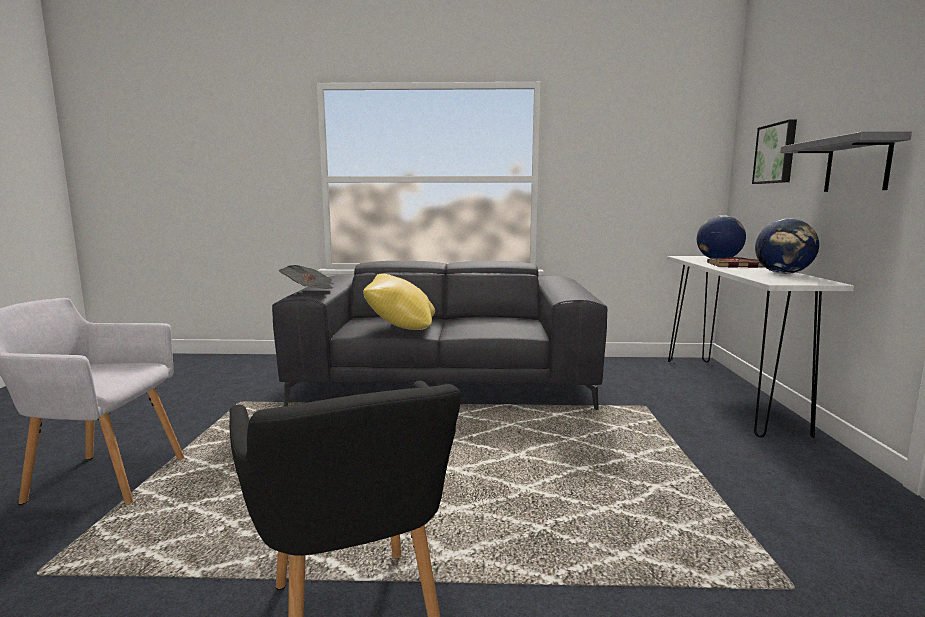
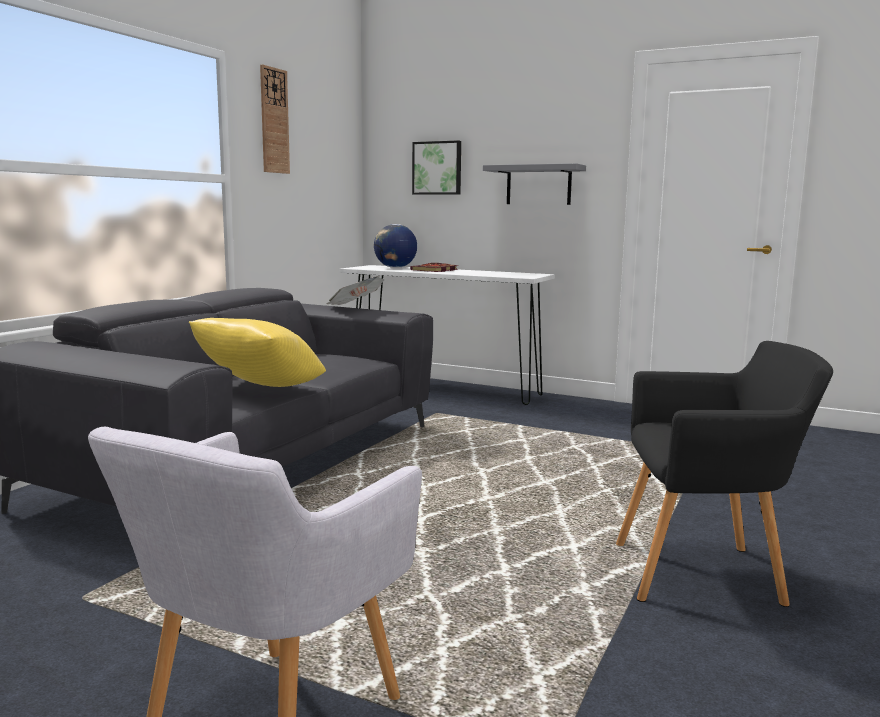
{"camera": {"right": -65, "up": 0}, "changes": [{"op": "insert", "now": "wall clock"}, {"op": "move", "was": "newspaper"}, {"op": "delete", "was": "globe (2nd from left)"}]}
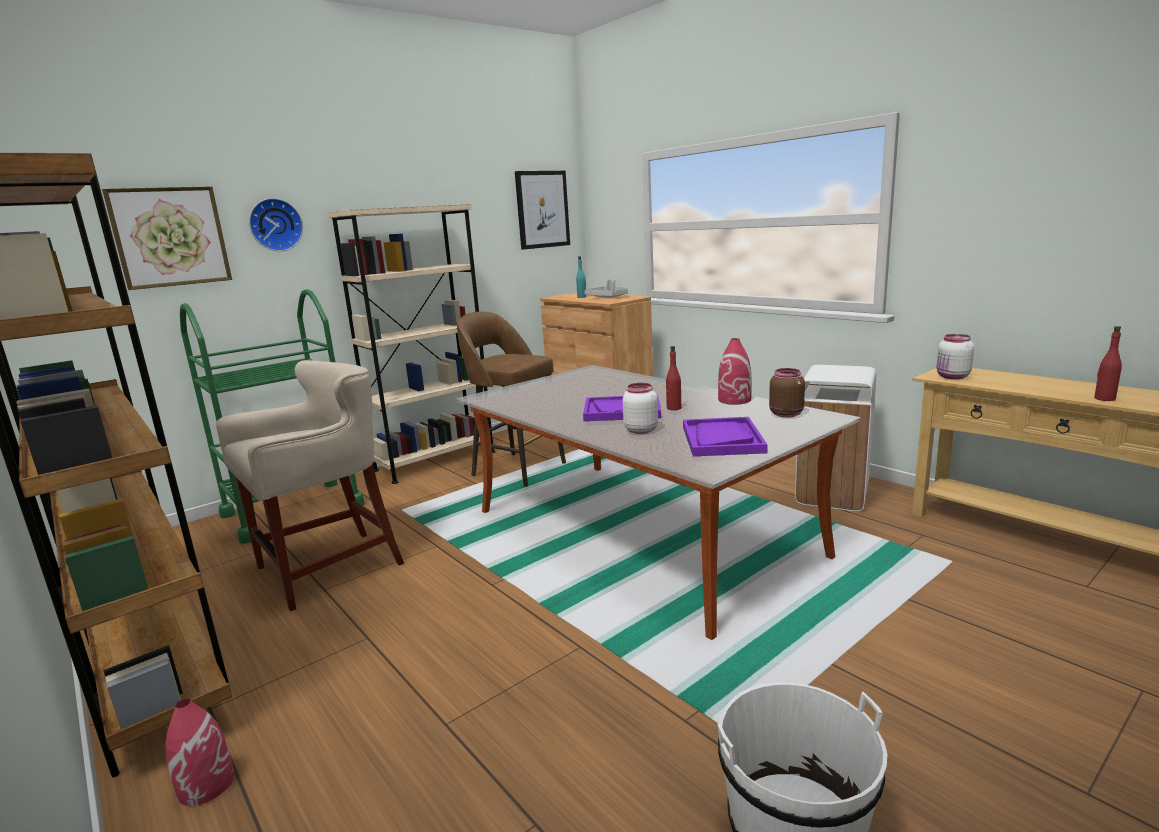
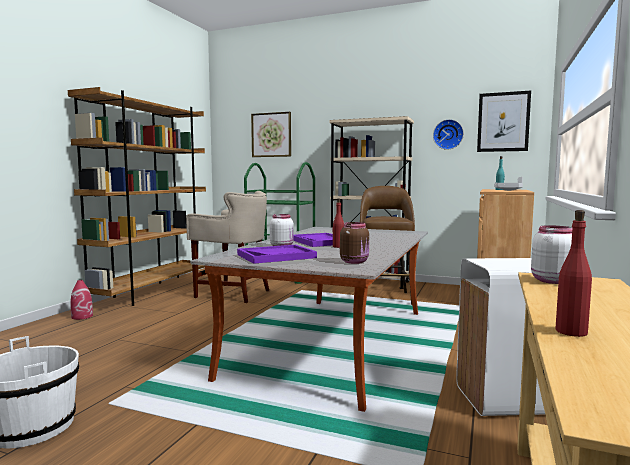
{"camera": {"right": 60, "up": -10}, "changes": [{"op": "move", "was": "wall clock"}, {"op": "delete", "was": "vase/red (2nd from left)"}]}
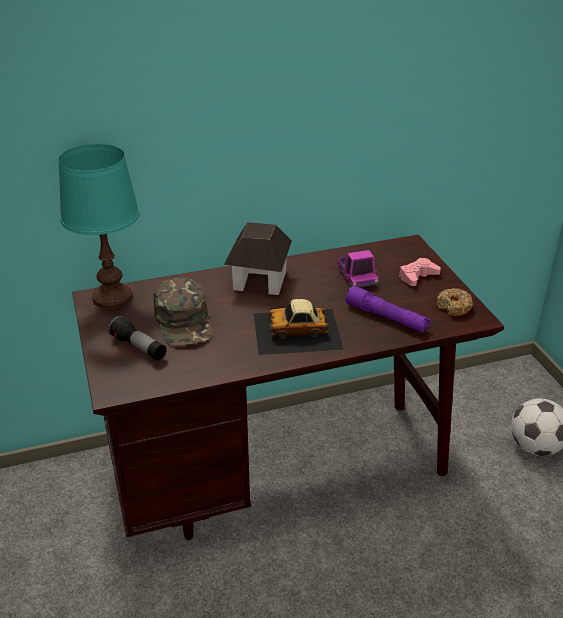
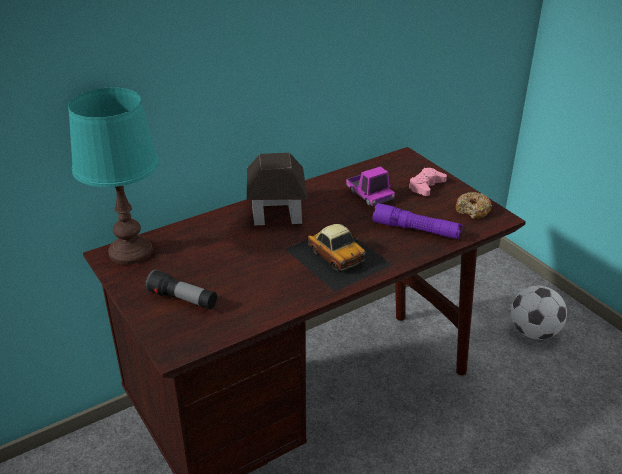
{"camera": {"right": -15, "up": 0}, "changes": [{"op": "rotate", "was": "toy car", "clockwise": -105}, {"op": "delete", "was": "cap/green"}]}
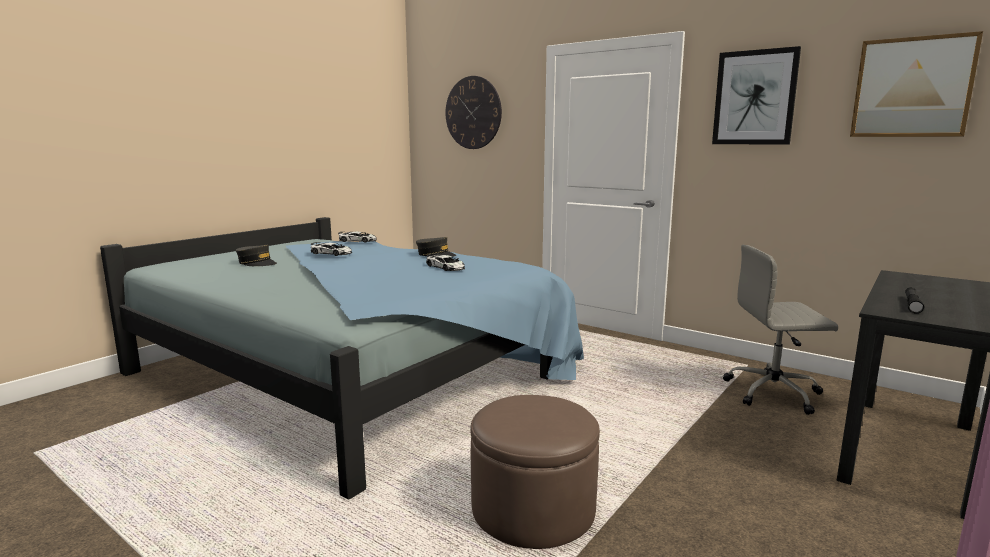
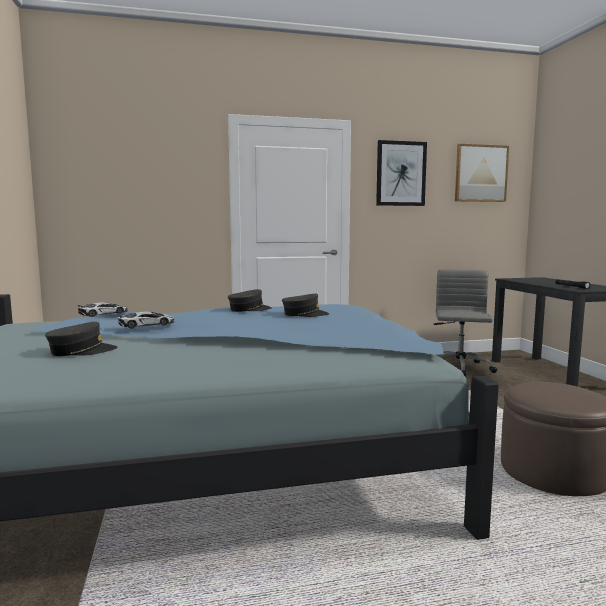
{"camera": {"right": -50, "up": -5}, "changes": [{"op": "replace", "was": "toy car (3rd from left)", "now": "cap/grey (3rd from left)"}, {"op": "rotate", "was": "office chair/grey", "clockwise": 150}, {"op": "delete", "was": "wall clock"}]}
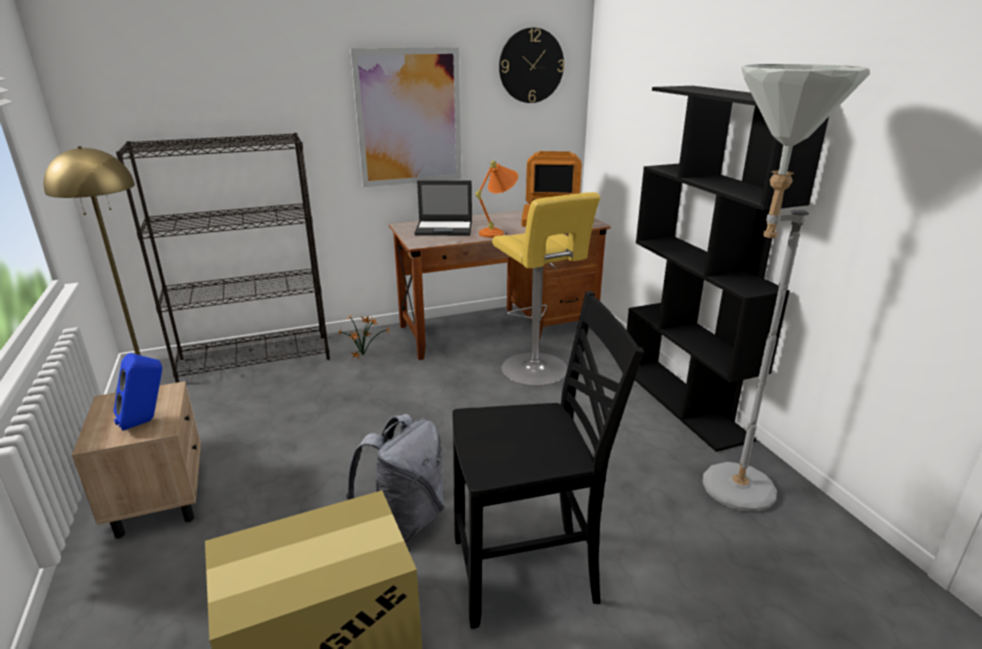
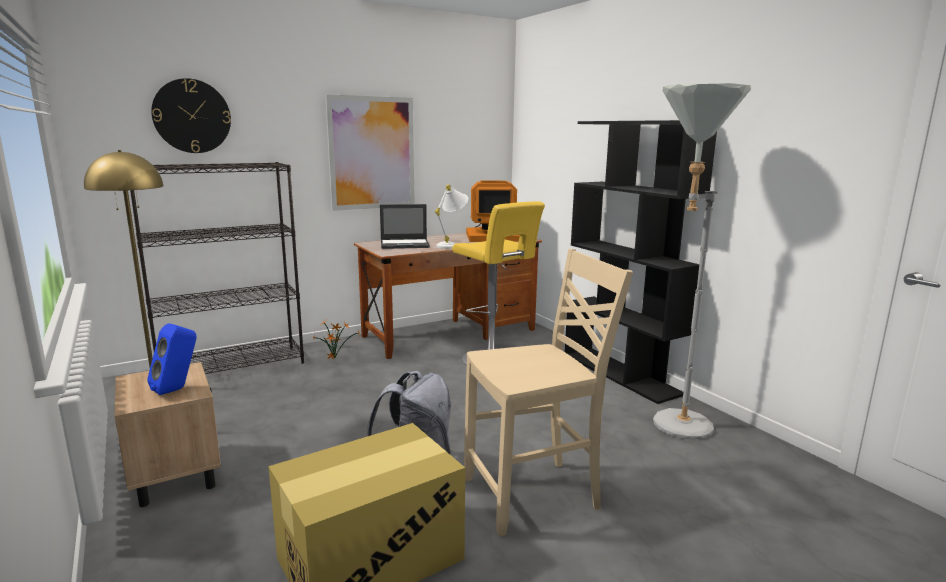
{"camera": {"right": -10, "up": -10}, "changes": [{"op": "move", "was": "wall clock"}, {"op": "recolor", "was": "table lamp/orange", "now": "table lamp/white"}, {"op": "recolor", "was": "chair/black", "now": "chair/beige"}]}
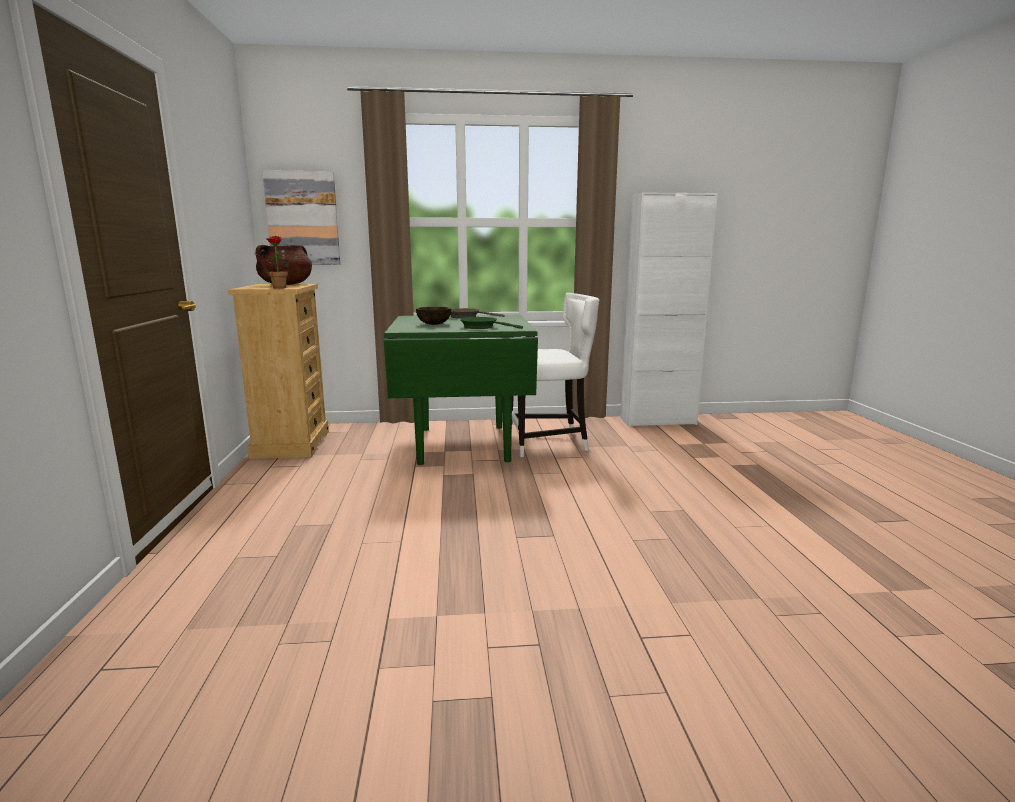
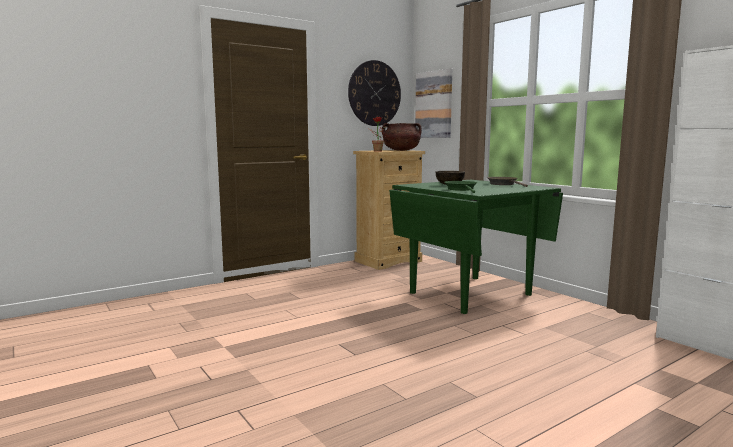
{"camera": {"right": 60, "up": -5}, "changes": [{"op": "insert", "now": "wall clock"}, {"op": "delete", "was": "chair/white"}]}
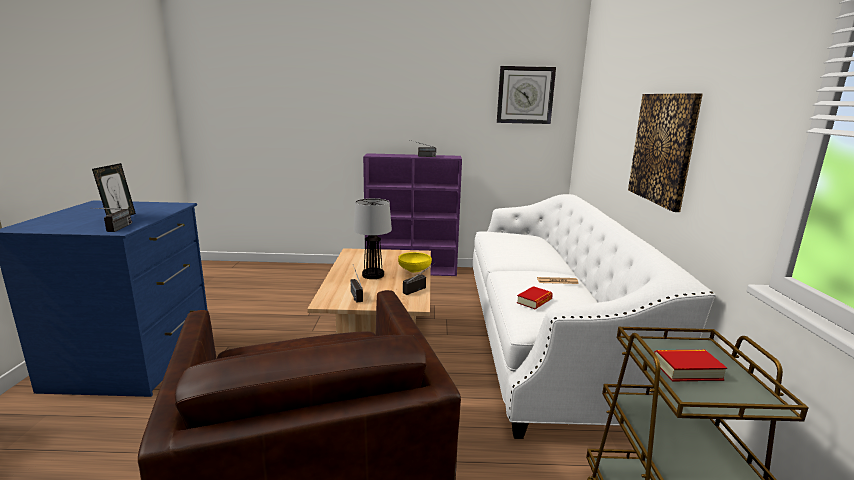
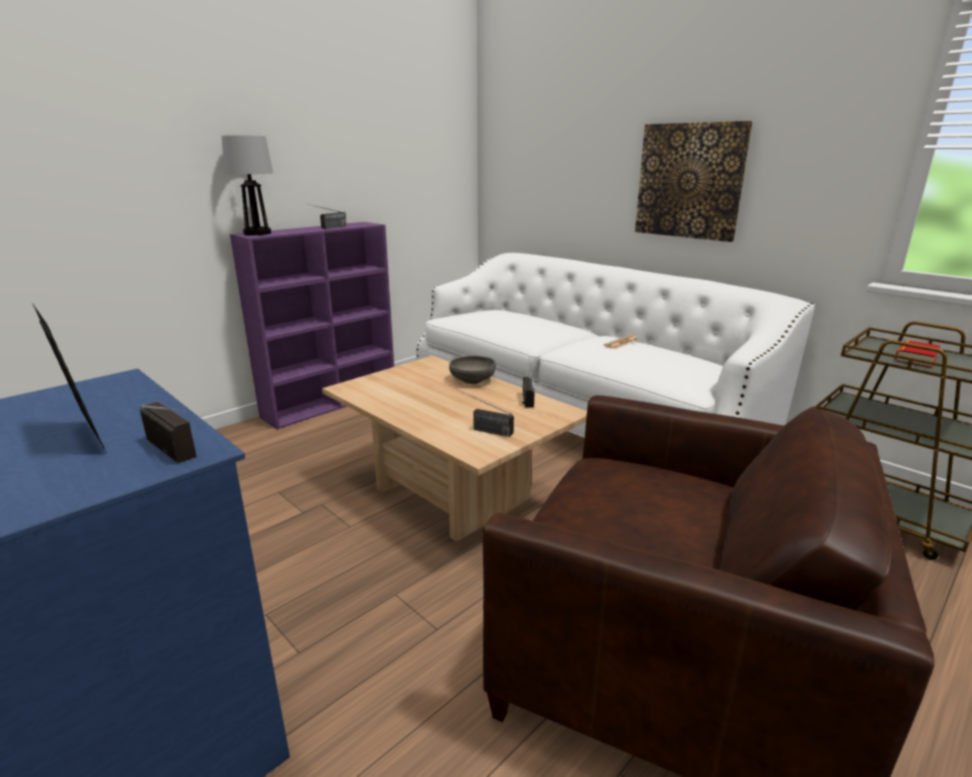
{"camera": {"right": -45, "up": 5}, "changes": [{"op": "move", "was": "table lamp"}, {"op": "recolor", "was": "bowl/yellow", "now": "bowl/grey"}, {"op": "delete", "was": "wall clock"}, {"op": "delete", "was": "book (1st from left)"}]}
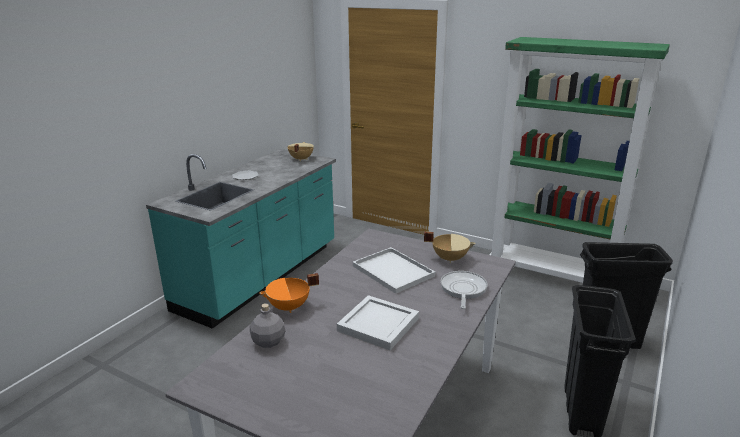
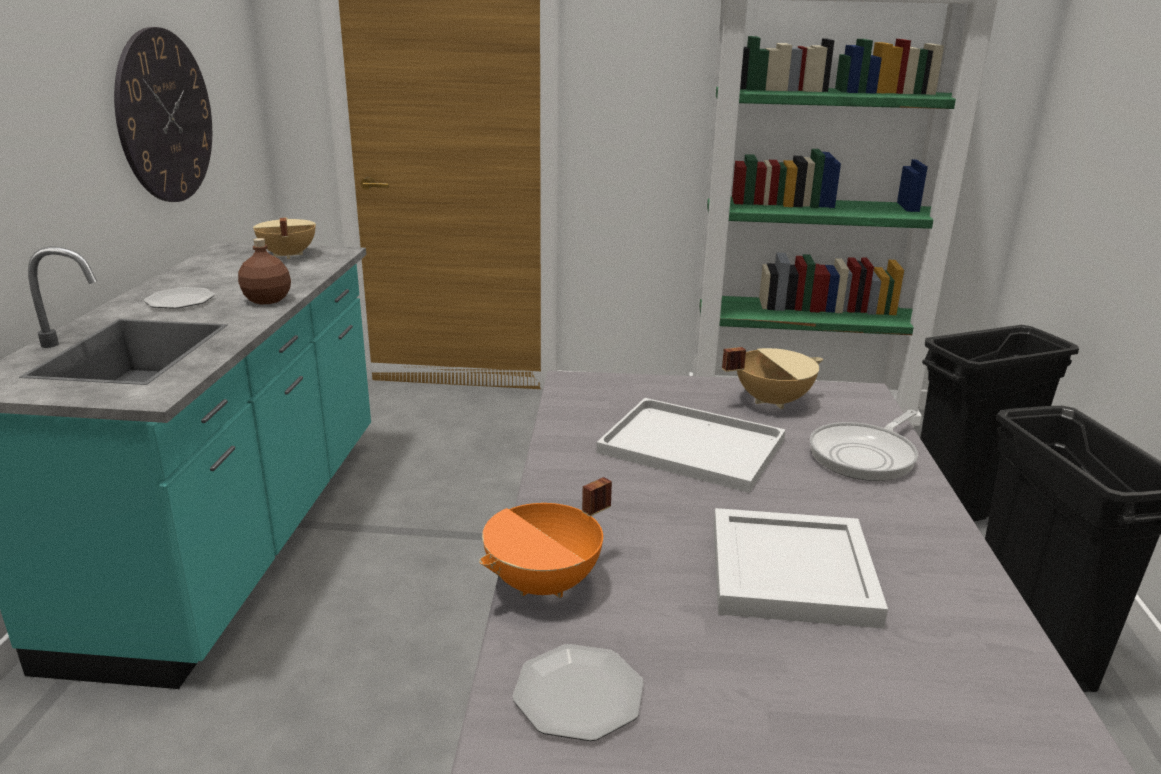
{"camera": {"right": -25, "up": 0}, "changes": [{"op": "insert", "now": "wall clock"}, {"op": "insert", "now": "bottle/brown"}, {"op": "replace", "was": "bottle/grey", "now": "plate (2nd from left)"}, {"op": "rotate", "was": "frying pan", "clockwise": -120}]}
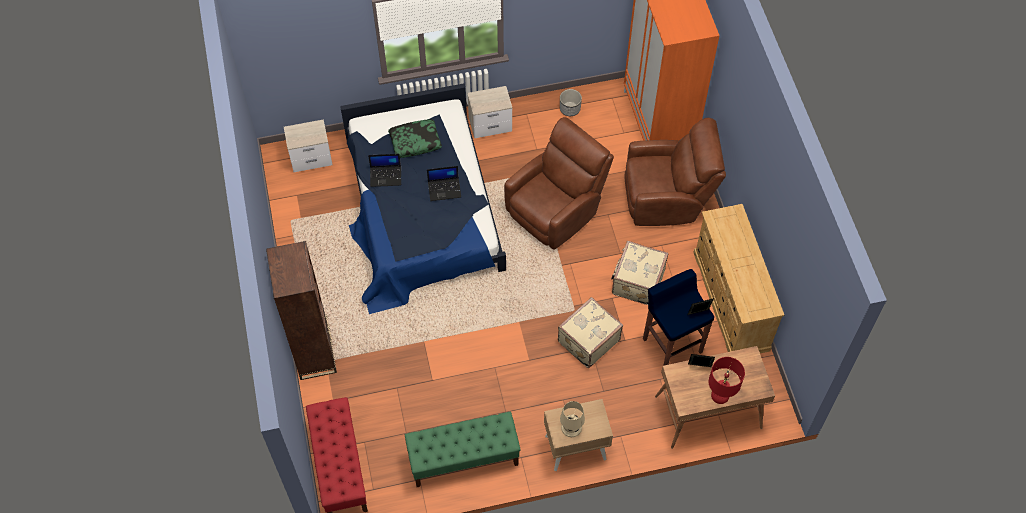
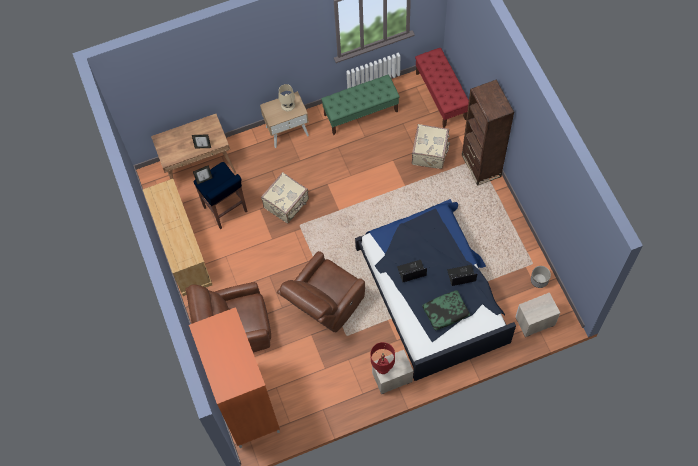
{"camera": {"right": 175, "up": 5}, "changes": [{"op": "move", "was": "table lamp/red"}, {"op": "move", "was": "suitcase/beige (2nd from left)"}, {"op": "move", "was": "planter"}]}
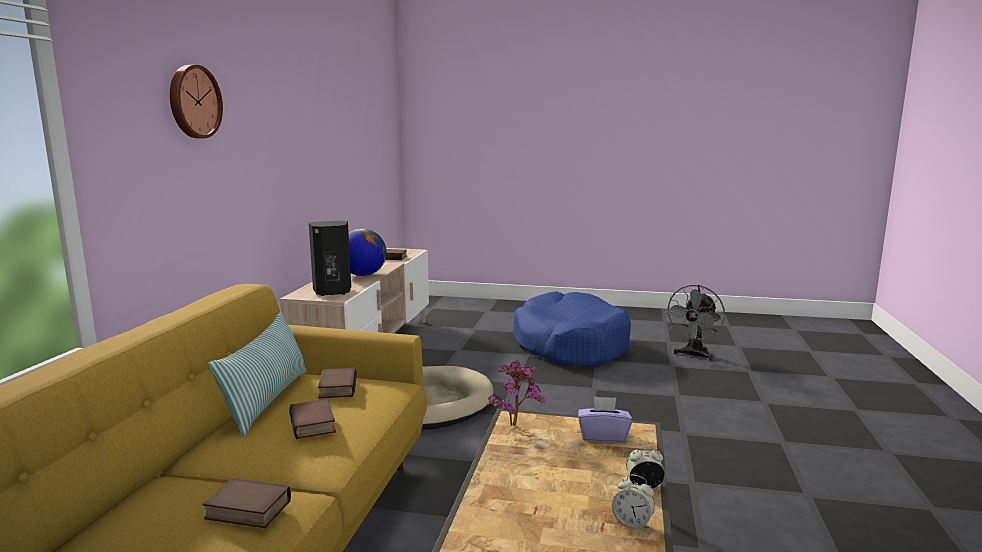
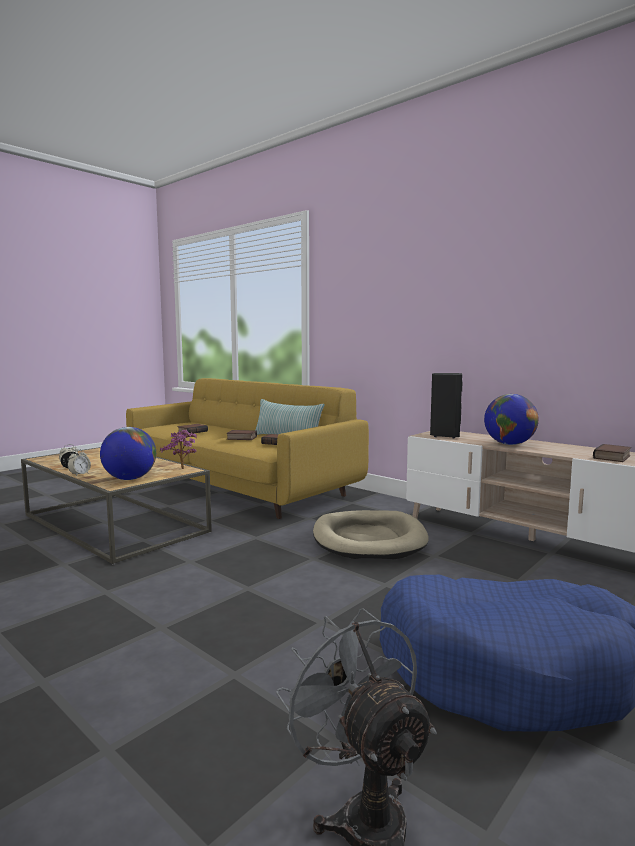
{"camera": {"right": 120, "up": -5}, "changes": [{"op": "replace", "was": "tissue box/purple", "now": "globe (1st from left)"}, {"op": "delete", "was": "wall clock"}]}
